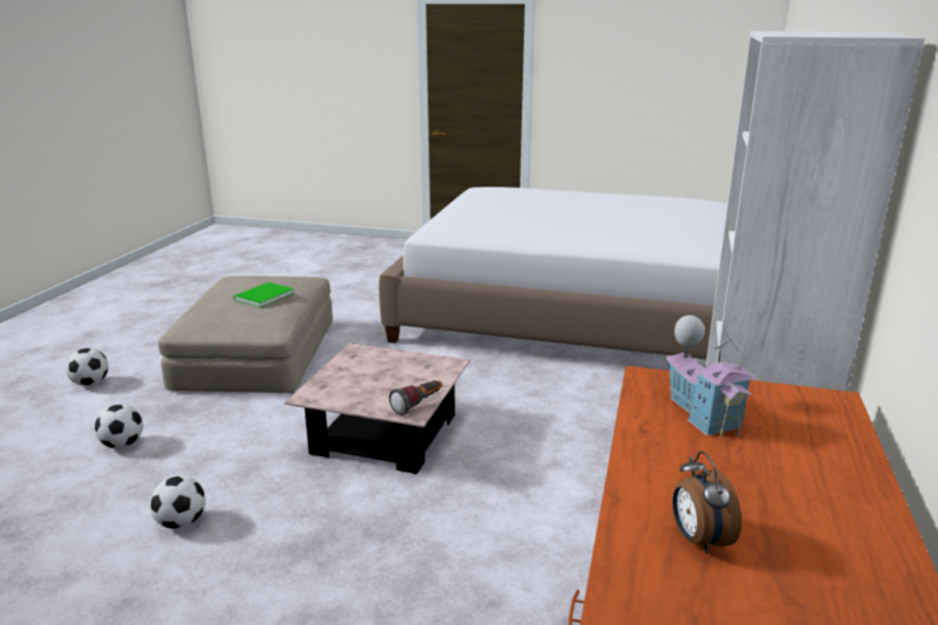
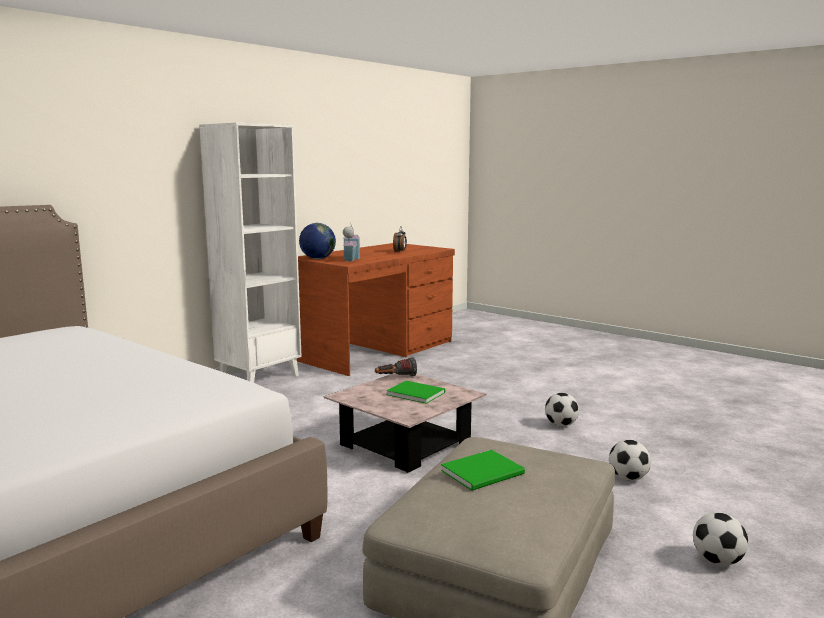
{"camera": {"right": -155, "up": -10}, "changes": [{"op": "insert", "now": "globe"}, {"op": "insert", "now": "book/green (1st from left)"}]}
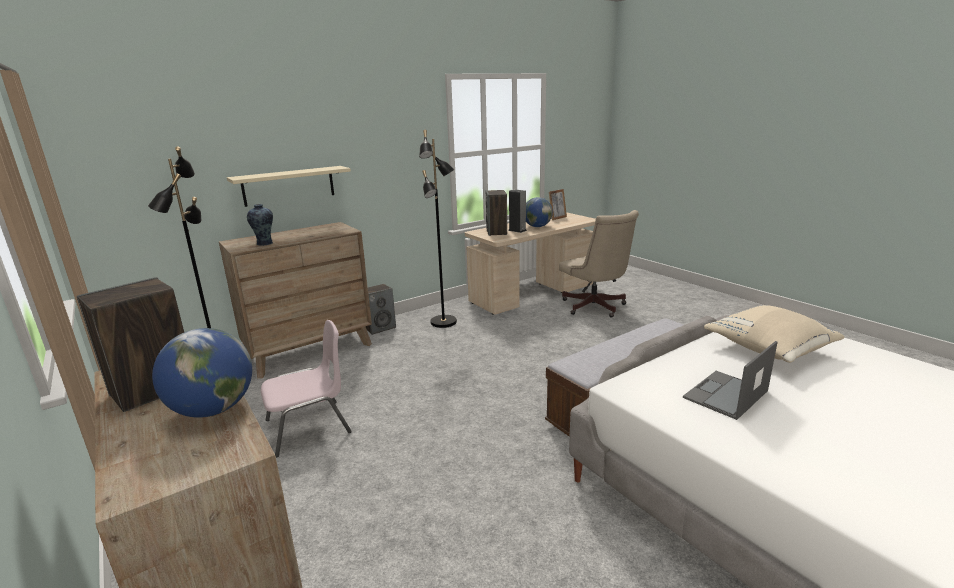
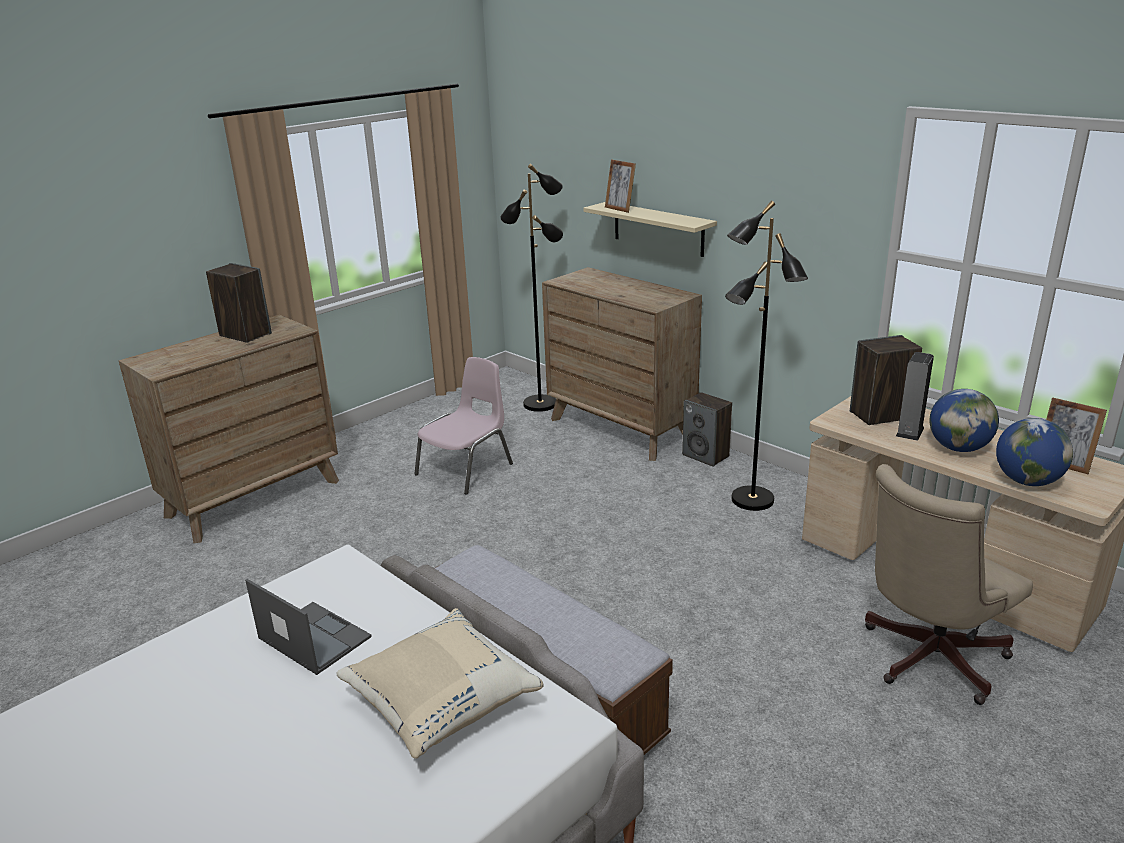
{"camera": {"right": 80, "up": 5}, "changes": [{"op": "rotate", "was": "chair/pink", "clockwise": -105}, {"op": "insert", "now": "picture frame (1st from left)"}, {"op": "move", "was": "globe (1st from left in the first image)", "now": "globe (2nd from left)"}, {"op": "delete", "was": "vase"}]}
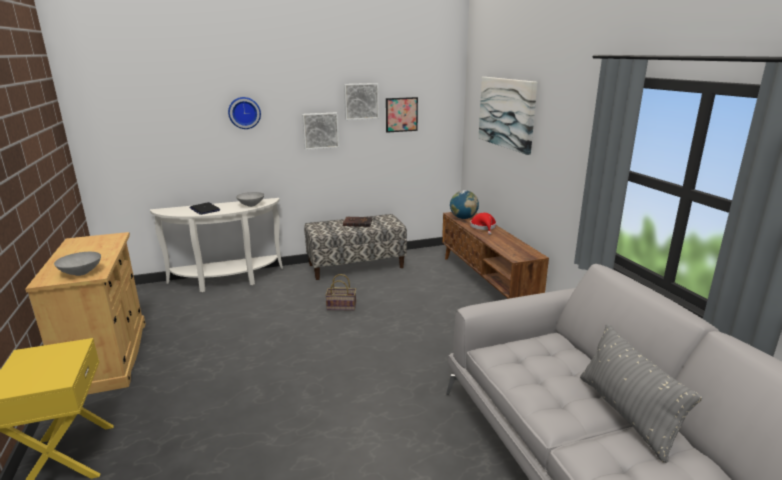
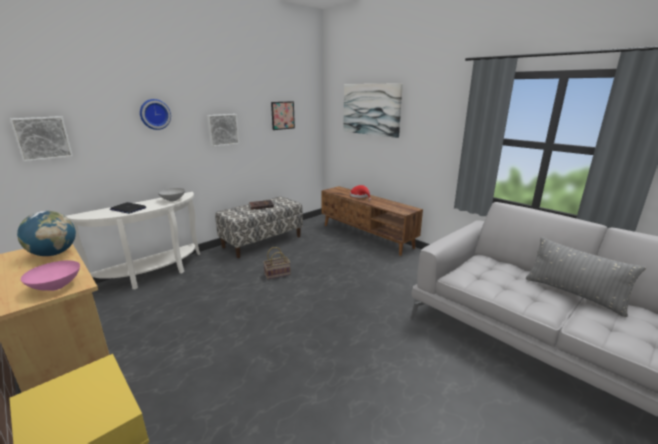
{"camera": {"right": -25, "up": 0}, "changes": [{"op": "move", "was": "picture (2nd from left in the first image)", "now": "picture (1st from left)"}, {"op": "move", "was": "globe"}, {"op": "recolor", "was": "bowl/grey (1st from left)", "now": "bowl/pink"}]}
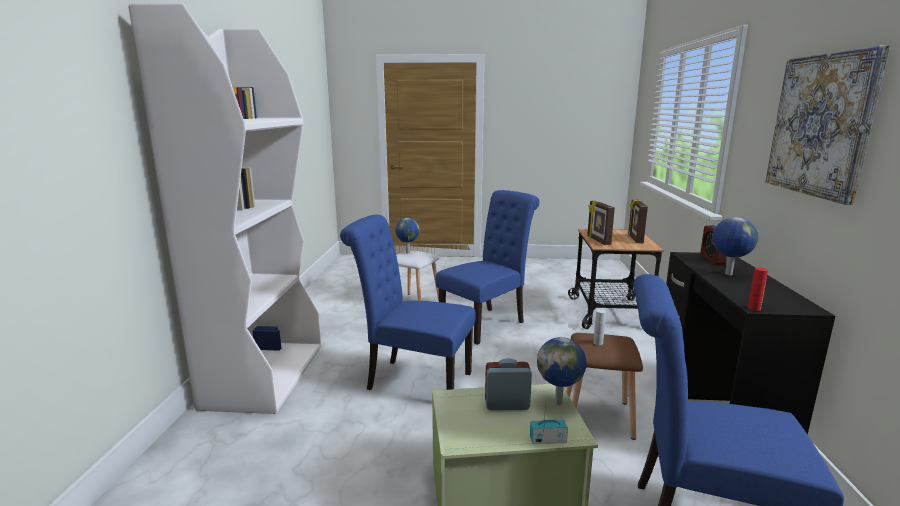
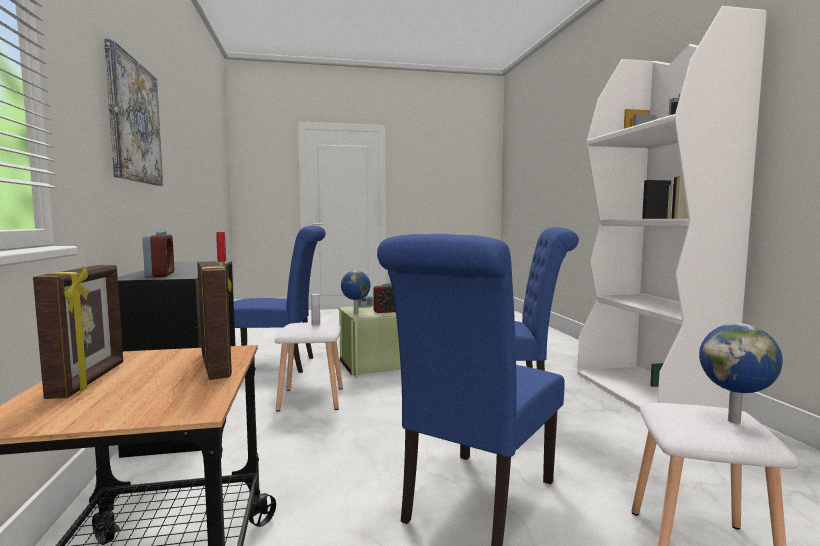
{"camera": {"right": 165, "up": -10}, "changes": [{"op": "recolor", "was": "stool/brown", "now": "stool/white (1st from left)"}, {"op": "delete", "was": "globe (3rd from left)"}]}
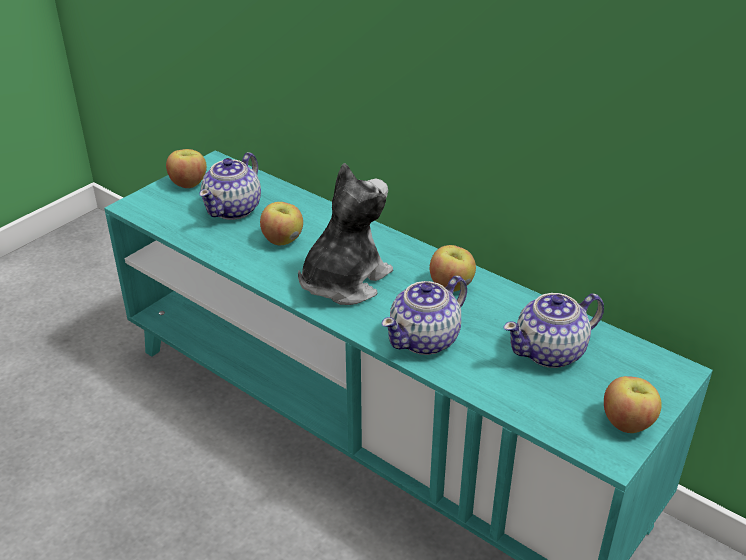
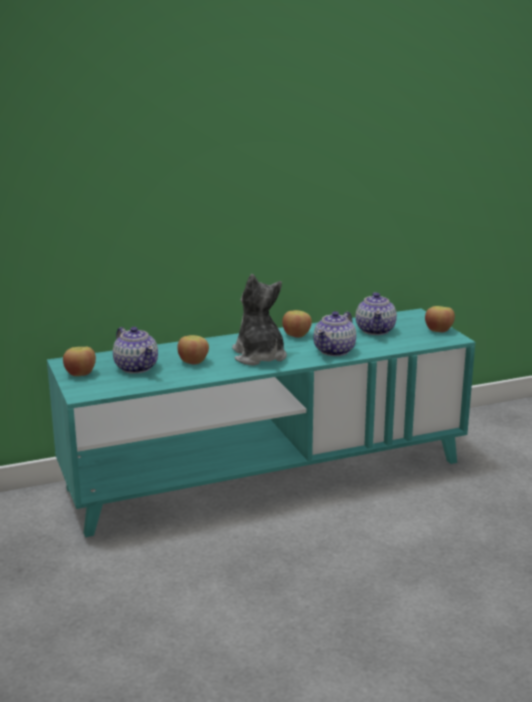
{"camera": {"right": -60, "up": -15}, "changes": [{"op": "rotate", "was": "teapot (2nd from left)", "clockwise": 45}]}
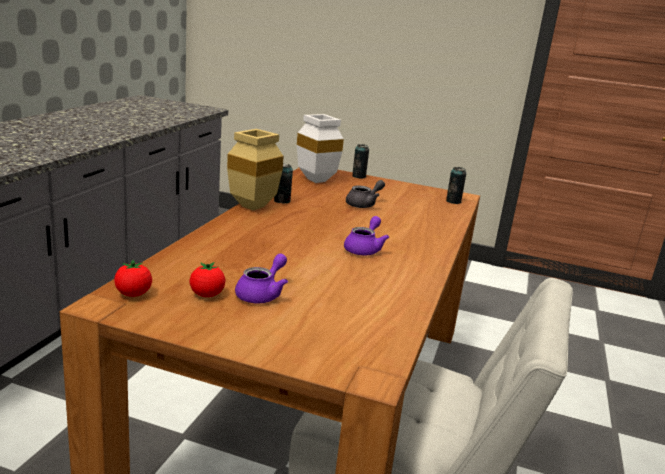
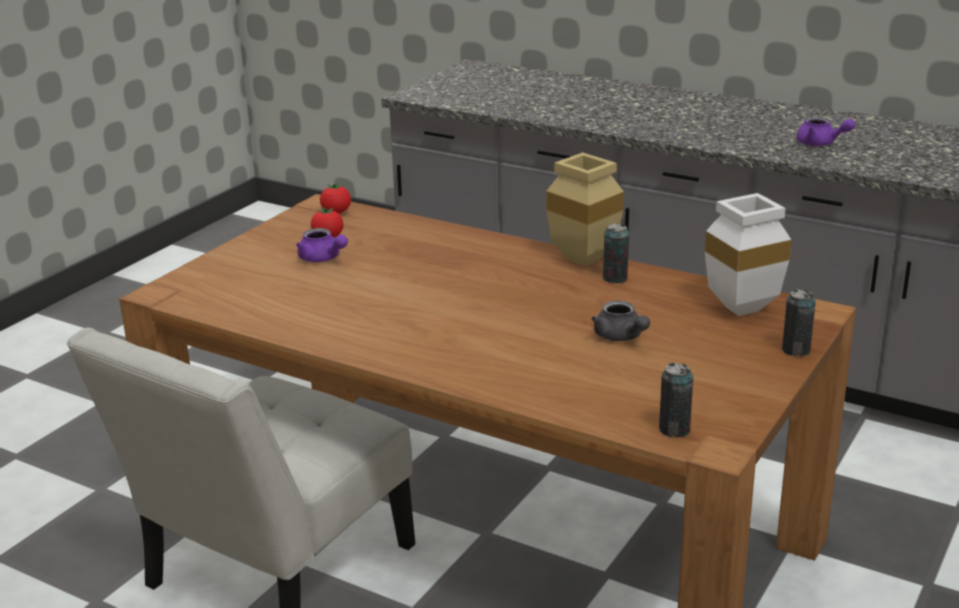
{"camera": {"right": 105, "up": 5}, "changes": [{"op": "move", "was": "teapot/purple (2nd from left)"}]}
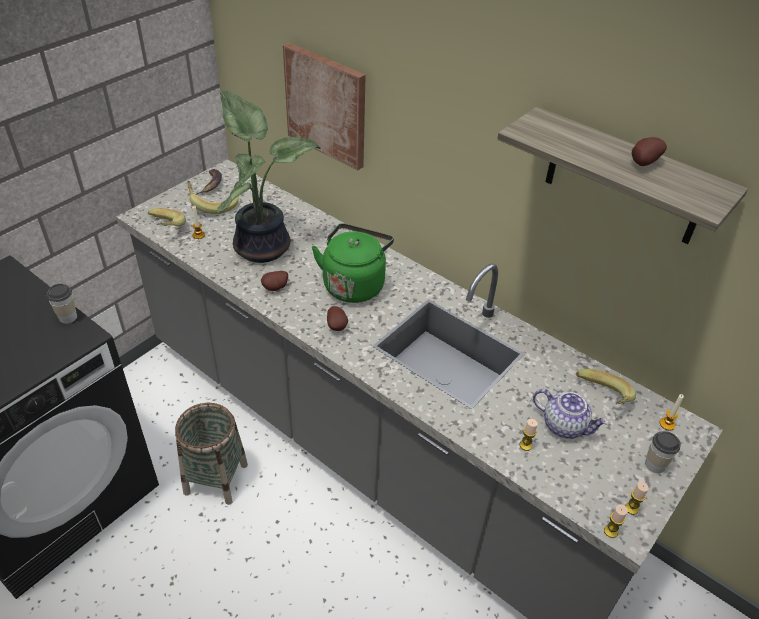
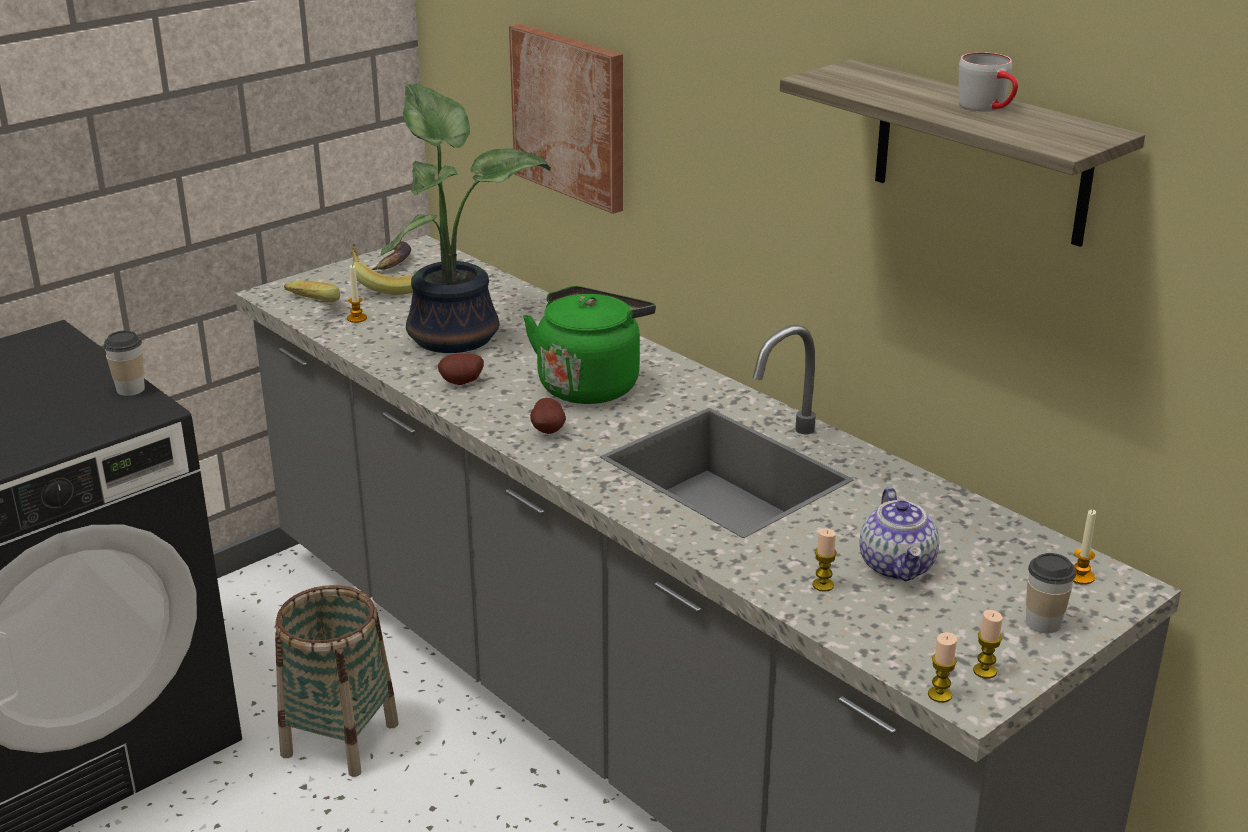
{"camera": {"right": 10, "up": -15}, "changes": [{"op": "rotate", "was": "teapot", "clockwise": 45}, {"op": "replace", "was": "potato (3rd from left)", "now": "mug/grey"}, {"op": "delete", "was": "banana (4th from left)"}]}
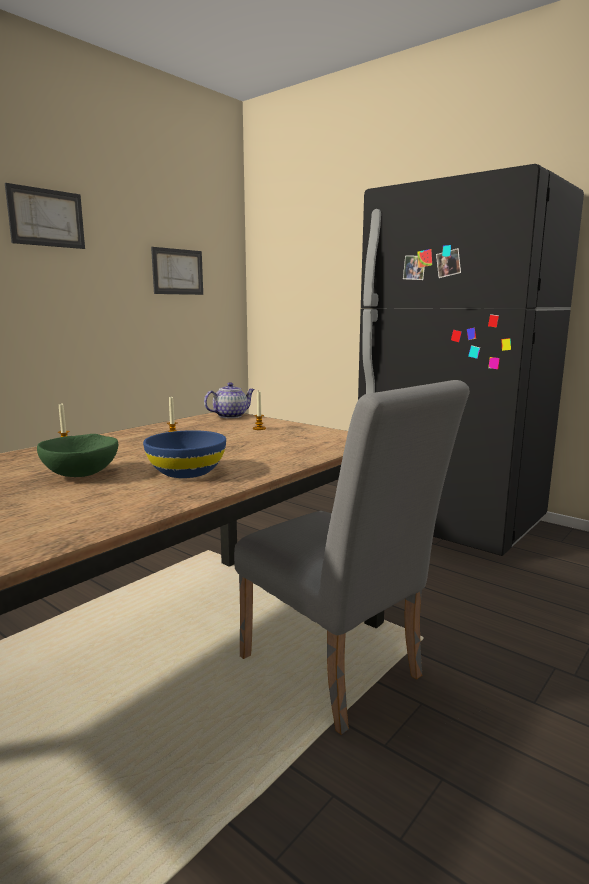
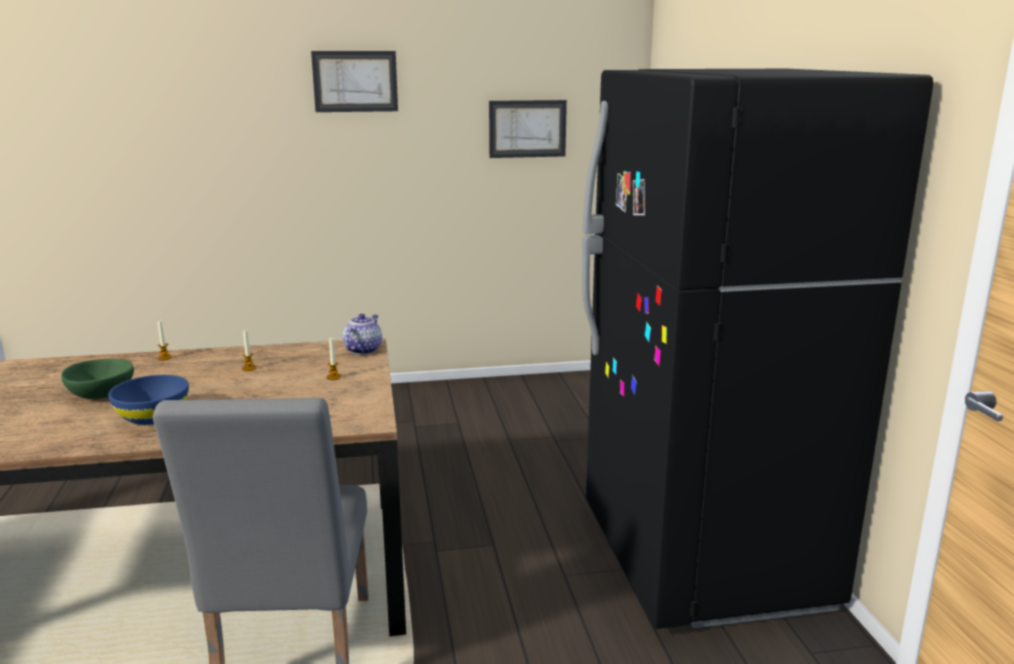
{"camera": {"right": 40, "up": 5}, "changes": [{"op": "rotate", "was": "teapot", "clockwise": -75}]}
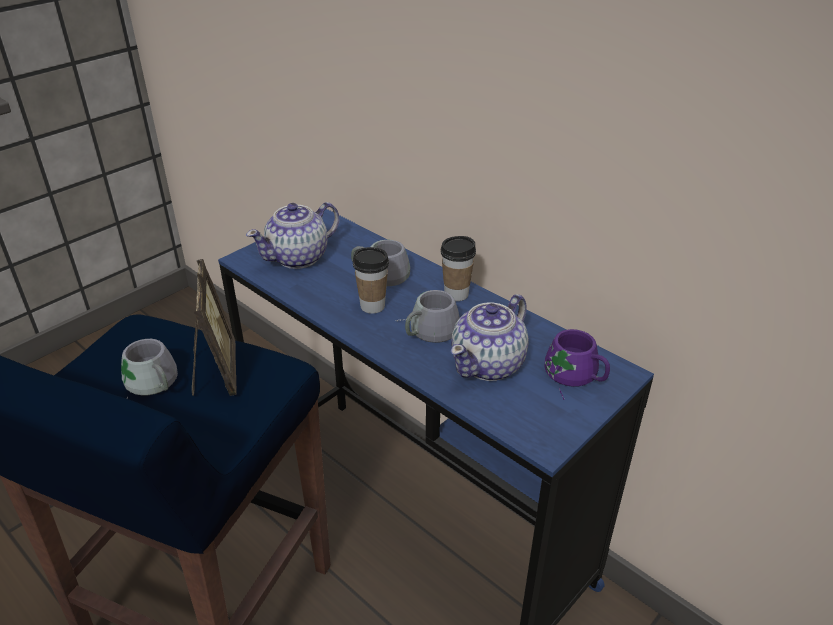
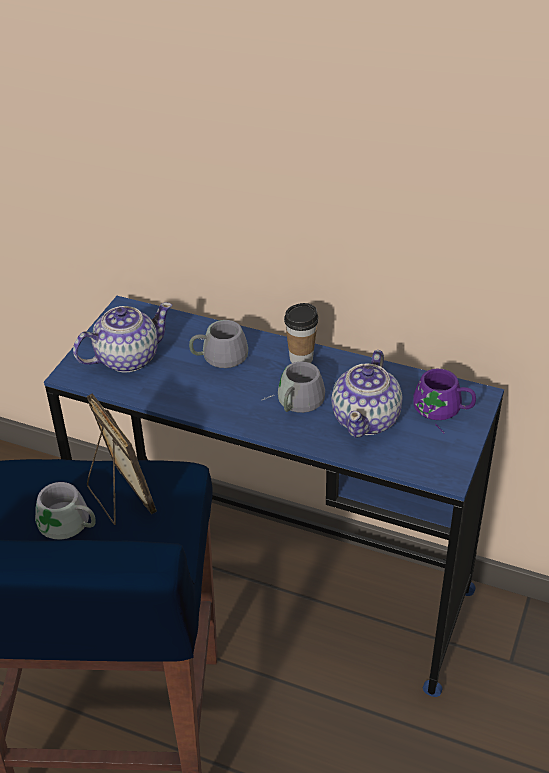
{"camera": {"right": -20, "up": 5}, "changes": [{"op": "rotate", "was": "teapot (1st from left)", "clockwise": -150}, {"op": "delete", "was": "cup (1st from left)"}]}
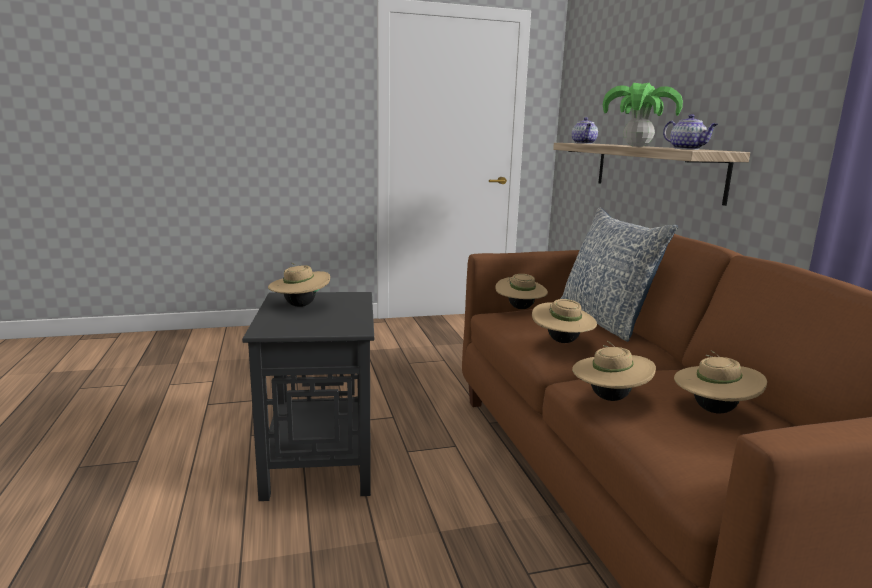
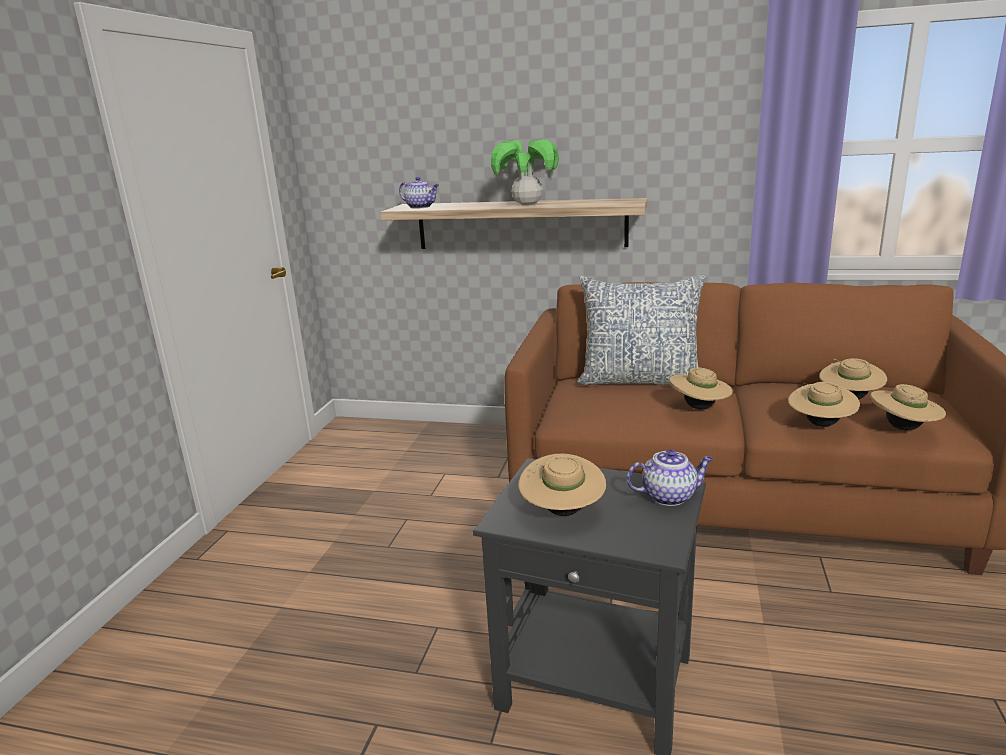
{"camera": {"right": -60, "up": 5}, "changes": [{"op": "move", "was": "teapot (2nd from left)"}, {"op": "move", "was": "hat/beige (2nd from left in the first image)", "now": "hat/beige (5th from left)"}]}
